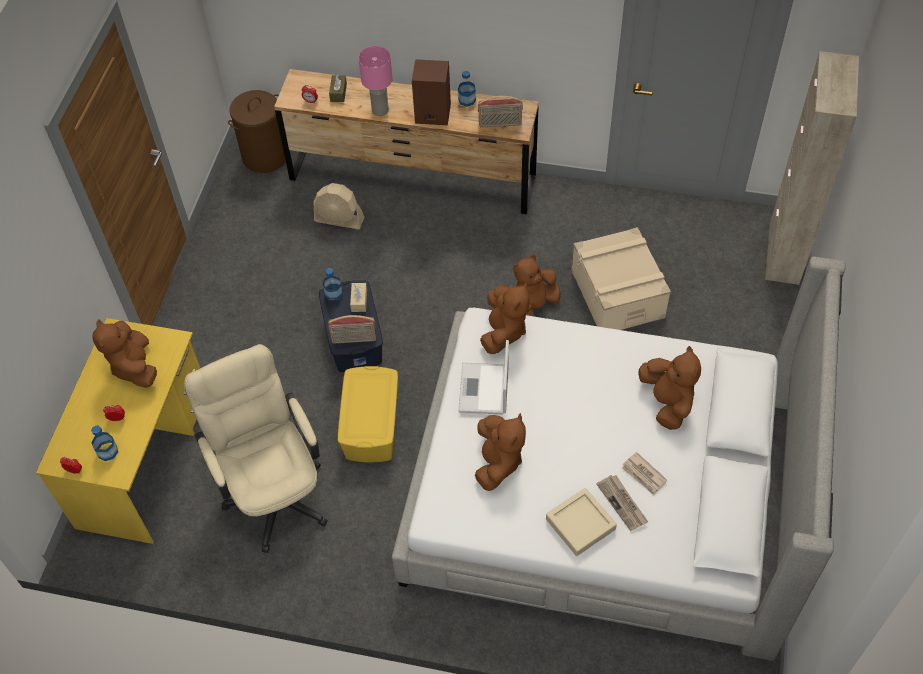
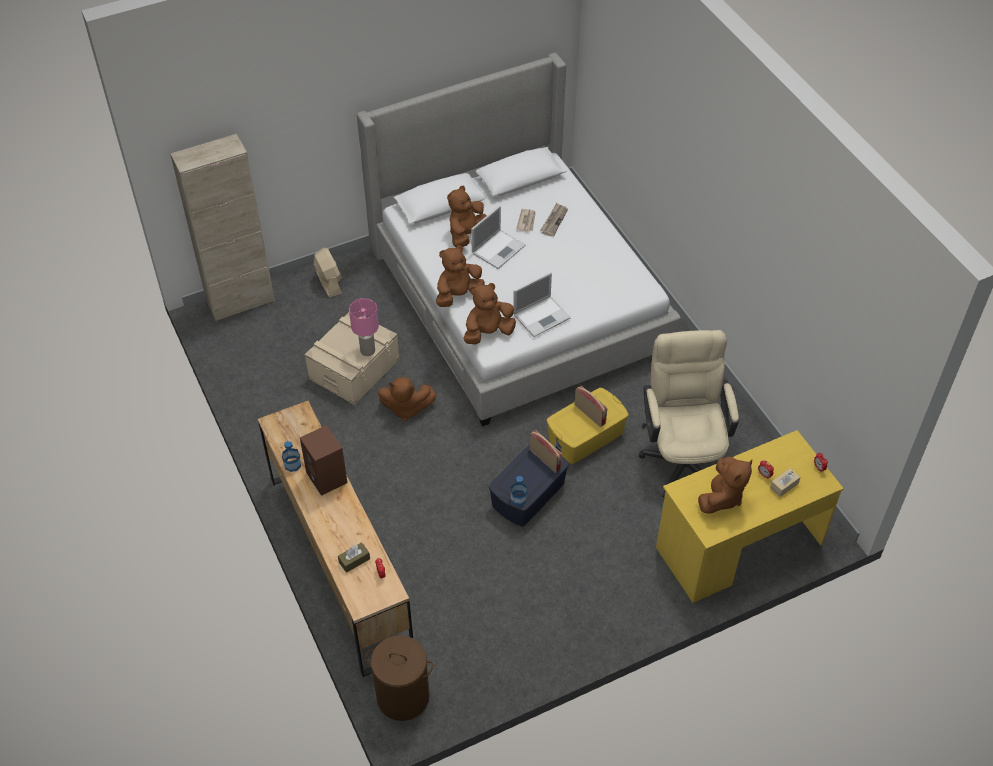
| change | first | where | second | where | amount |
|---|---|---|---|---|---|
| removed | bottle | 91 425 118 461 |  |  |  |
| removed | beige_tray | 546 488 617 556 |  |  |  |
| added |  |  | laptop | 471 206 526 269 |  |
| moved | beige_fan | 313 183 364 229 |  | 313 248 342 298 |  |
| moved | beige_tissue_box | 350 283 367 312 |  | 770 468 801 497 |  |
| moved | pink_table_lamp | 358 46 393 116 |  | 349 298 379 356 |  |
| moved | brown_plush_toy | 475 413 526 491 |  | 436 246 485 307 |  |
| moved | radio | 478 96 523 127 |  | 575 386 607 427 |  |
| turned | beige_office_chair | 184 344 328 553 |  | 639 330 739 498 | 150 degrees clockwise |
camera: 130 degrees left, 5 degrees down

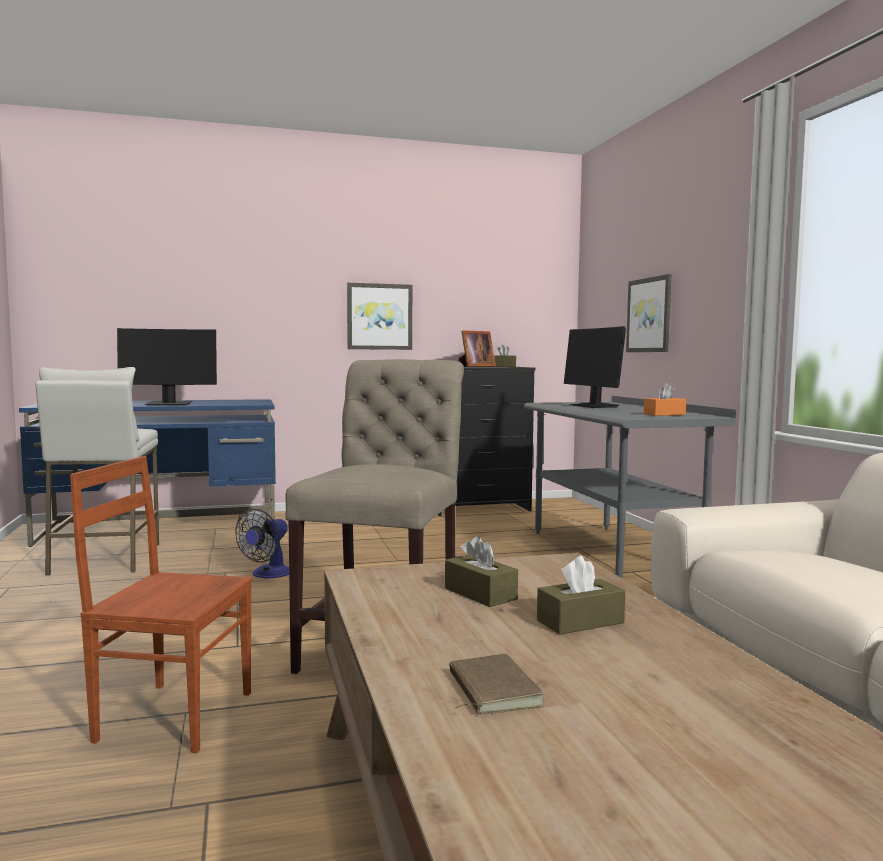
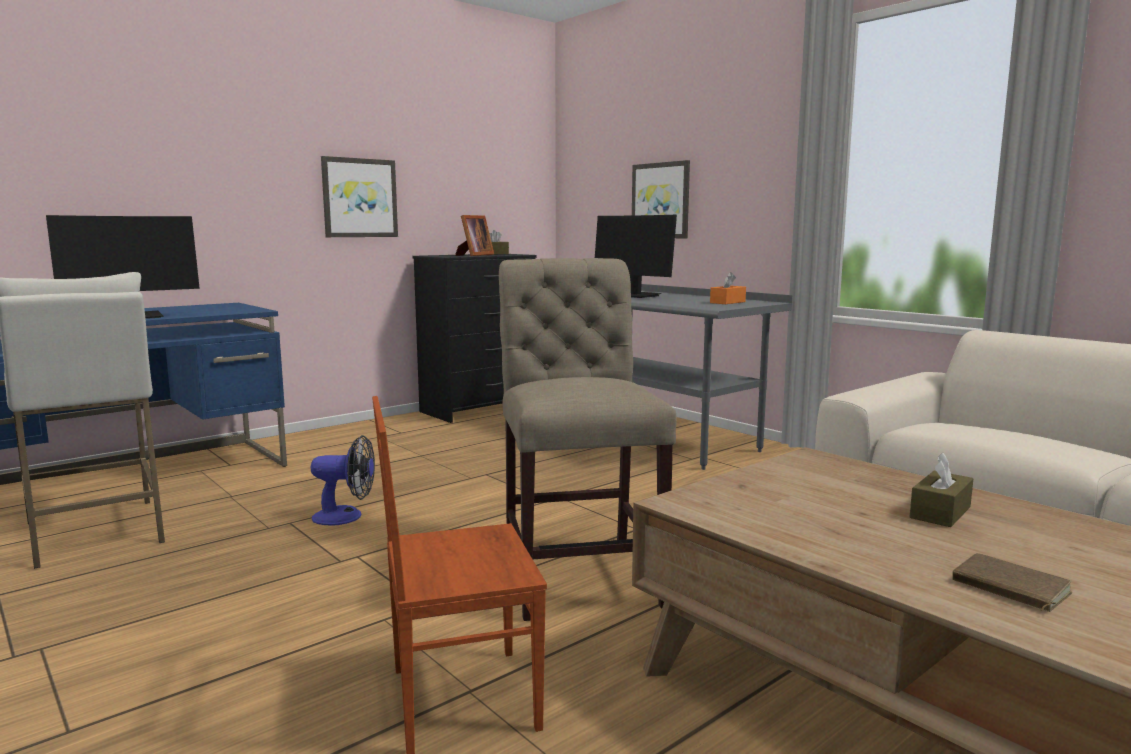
| change | first | where | second | where | amount |
|---|---|---|---|---|---|
| removed | brown_tissue_box | 445 536 518 607 |  |  |  |
| turned | fan | 235 509 289 578 |  | 310 435 375 526 | 90 degrees counterclockwise |
camera: 25 degrees left, 5 degrees up

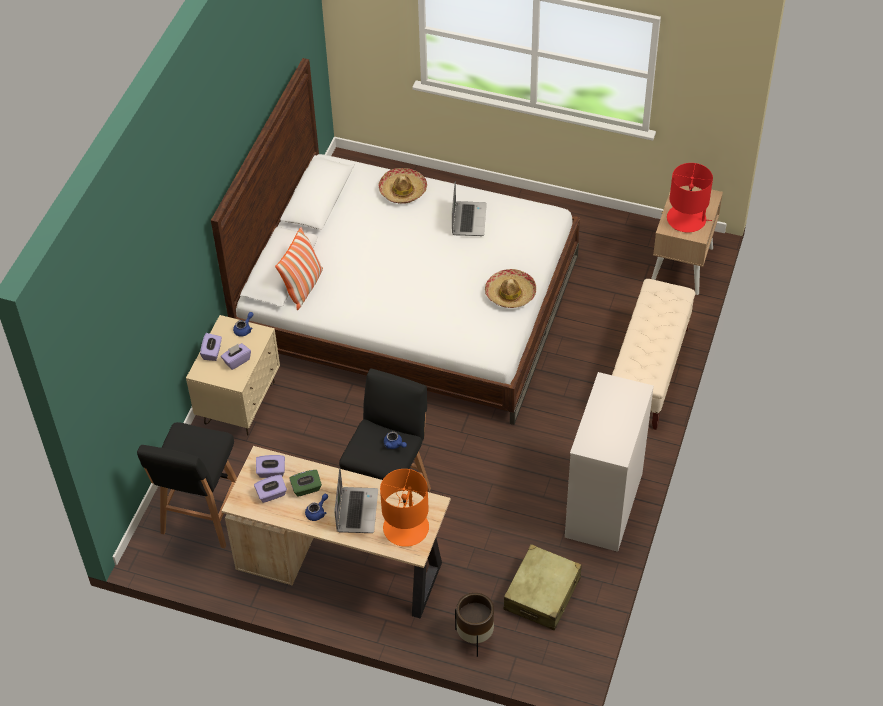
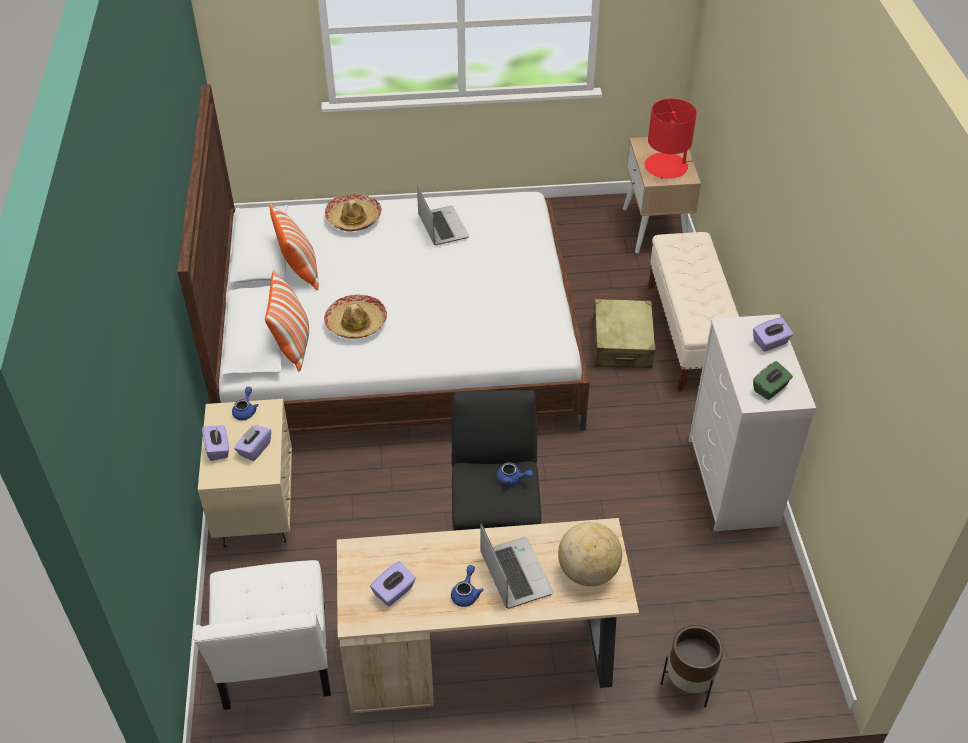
| change | first | where | second | where | amount |
|---|---|---|---|---|---|
| added |  |  | pillow | 269 203 319 290 |  |
| moved | purple_tissue_box | 256 455 285 478 |  | 753 318 793 352 |  |
| moved | green_tissue_box | 289 470 322 497 |  | 753 361 793 400 |  |
| moved | hat | 485 269 536 308 |  | 324 295 387 339 |  |
| moved | beige_suitcase | 504 544 582 630 |  | 593 299 656 369 |  |
| replaced | black_stool | 137 422 237 548 | white_chair | 193 560 331 710 |  |
| replaced | orange_table_lamp | 380 469 429 547 | globe | 558 522 622 586 |  |
camera: 25 degrees left, 5 degrees down

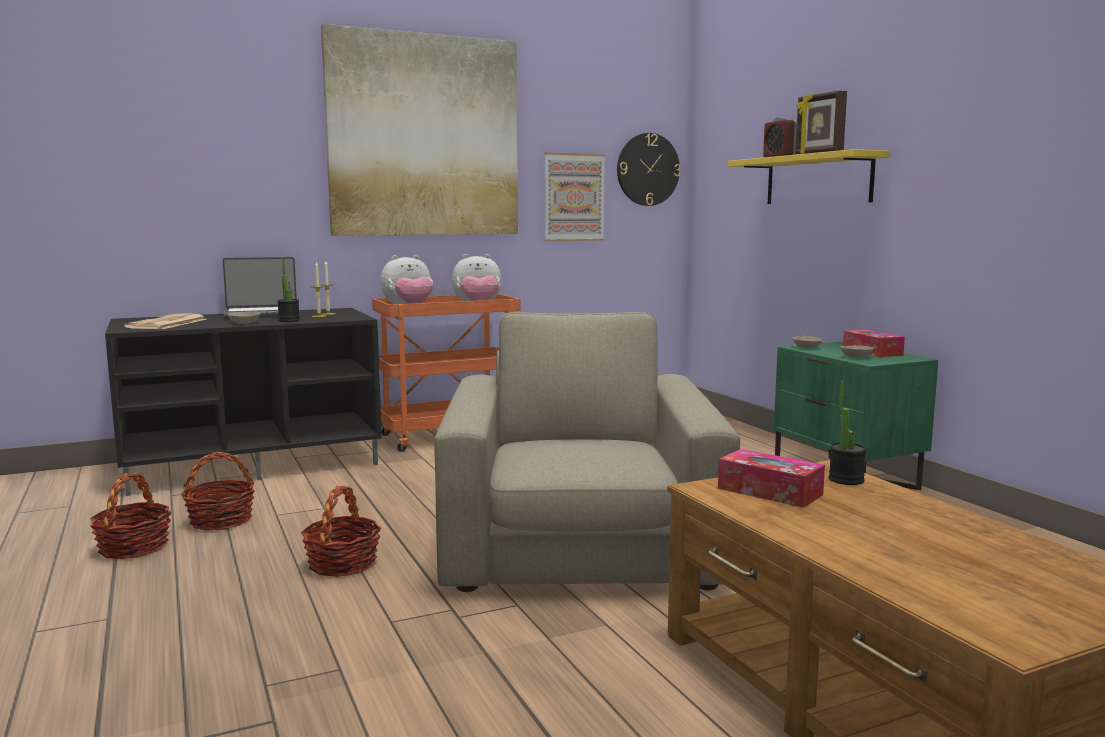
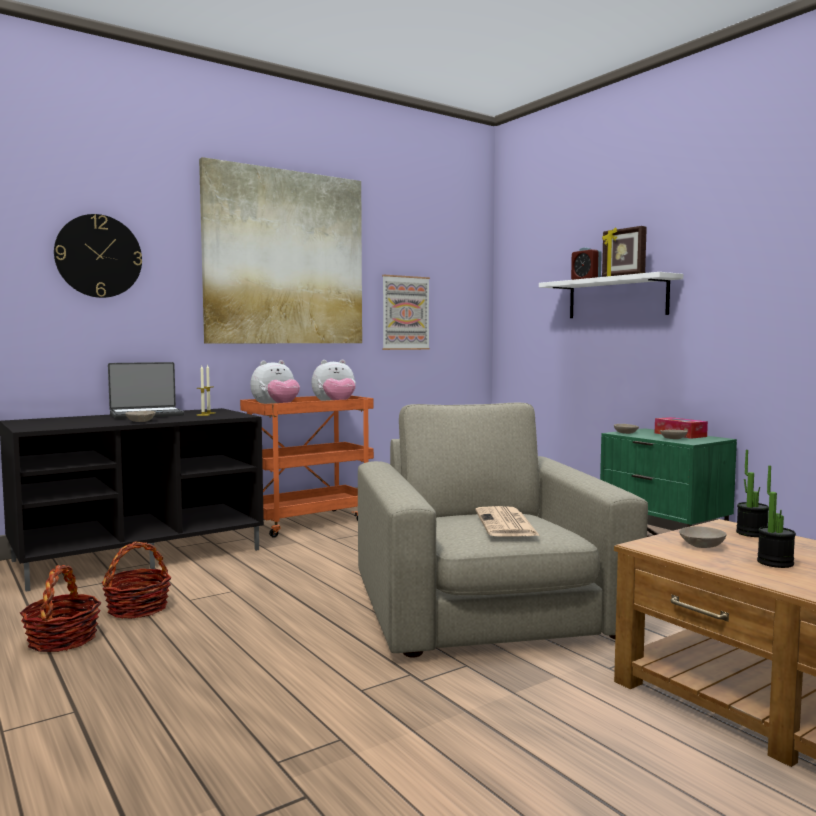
| change | first | where | second | where | amount |
|---|---|---|---|---|---|
| removed | basket | 301 486 381 577 |  |  |  |
| moved | newspaper | 124 313 206 329 |  | 476 506 540 536 |  |
| moved | potted_plant | 277 259 300 322 |  | 757 466 796 568 |  |
| moved | wall_clock | 617 133 681 206 |  | 54 214 142 298 |  |
| replaced | tissue_box | 718 449 825 508 | beige_bowl | 679 526 726 548 |  |
| recoloured | yellow_shelf | 728 149 890 204 | white_shelf | 539 272 683 318 |  |
camera: 10 degrees left, 5 degrees down

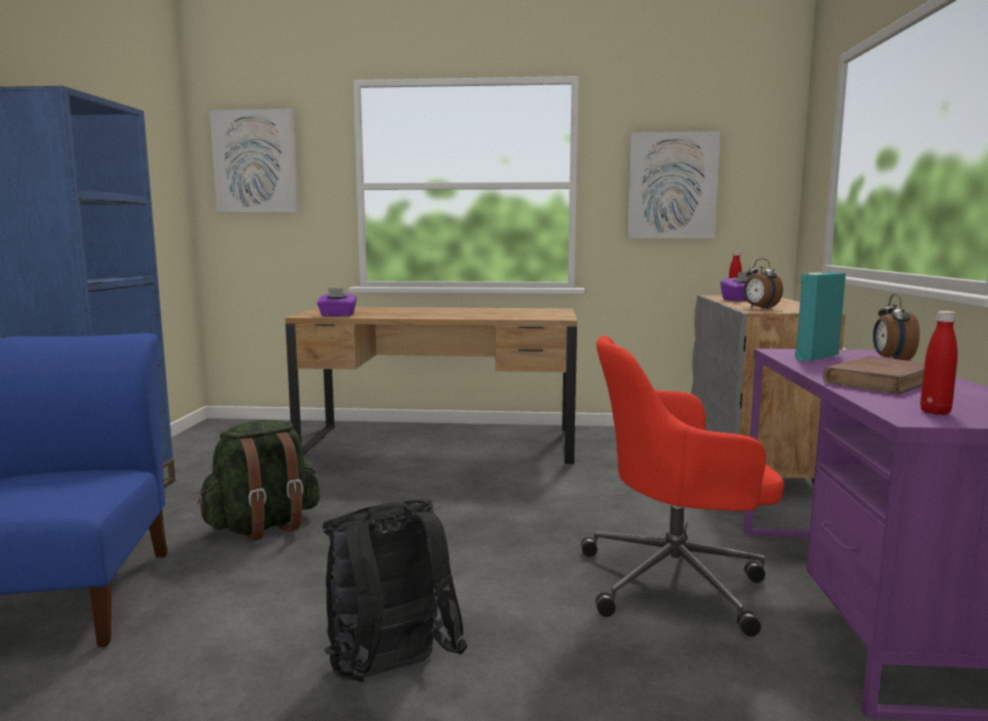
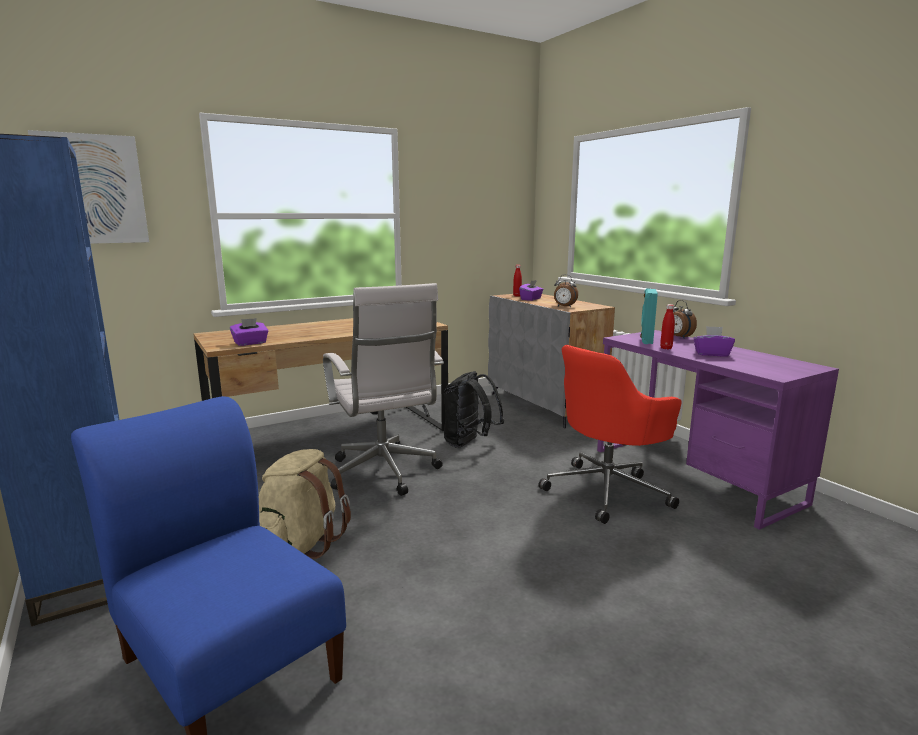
| change | first | where | second | where | amount |
|---|---|---|---|---|---|
| removed | picture | 627 131 720 238 |  |  |  |
| added |  |  | white_office_chair | 323 283 444 496 |  |
| moved | black_backpack | 323 500 467 682 |  | 443 371 504 448 |  |
| moved | red_bottle | 920 311 958 415 |  | 660 304 675 349 |  |
| replaced | brown_book | 823 356 925 394 | purple_tissue_box | 693 326 735 357 |  |
| recoloured | green_backpack | 197 420 320 542 | beige_backpack | 259 449 351 559 |  |
camera: 35 degrees left, 5 degrees up

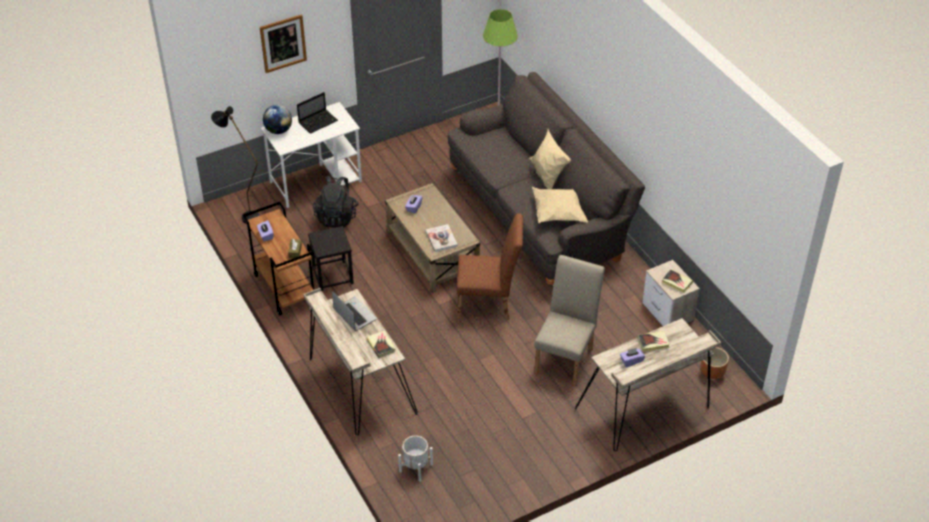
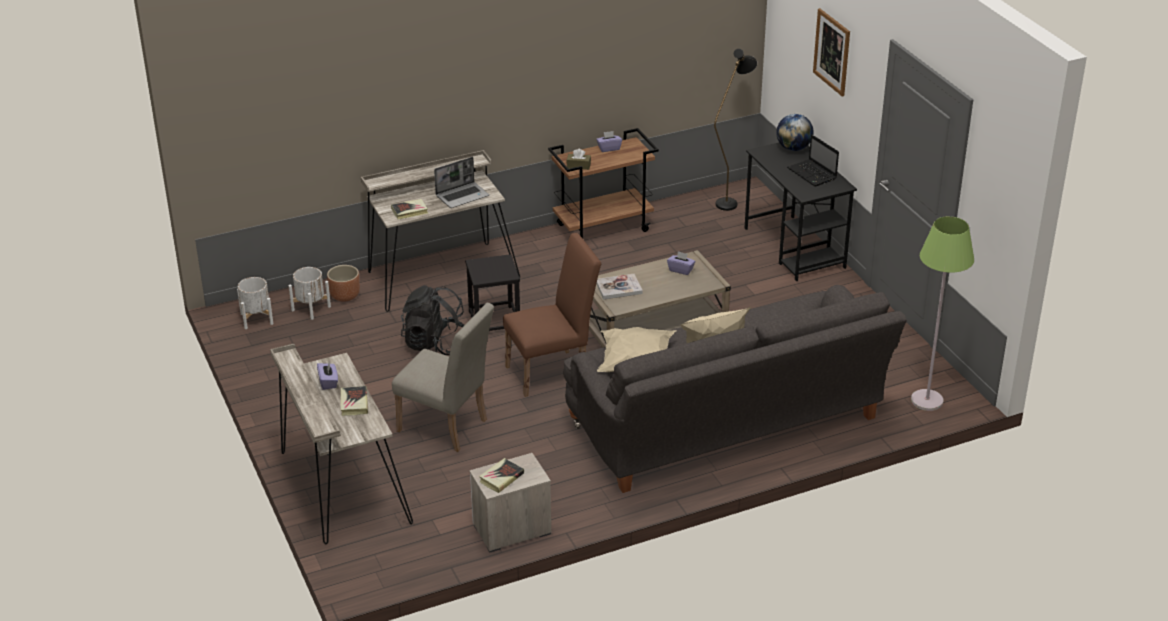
| change | first | where | second | where | amount |
|---|---|---|---|---|---|
| added |  |  | white_planter | 237 277 273 329 |  |
| moved | black_stool | 308 226 354 291 |  | 465 254 520 331 |  |
| moved | black_backpack | 313 176 359 228 |  | 401 285 464 355 |  |
| moved | brown_planter | 700 347 729 379 |  | 327 265 360 302 |  |
| recoloured | white_desk | 261 102 362 208 | black_desk | 745 142 857 281 |  |
| turned | brown_chair | 457 213 523 320 |  | 503 233 601 397 | 120 degrees counterclockwise |
camera: 95 degrees right, 10 degrees down

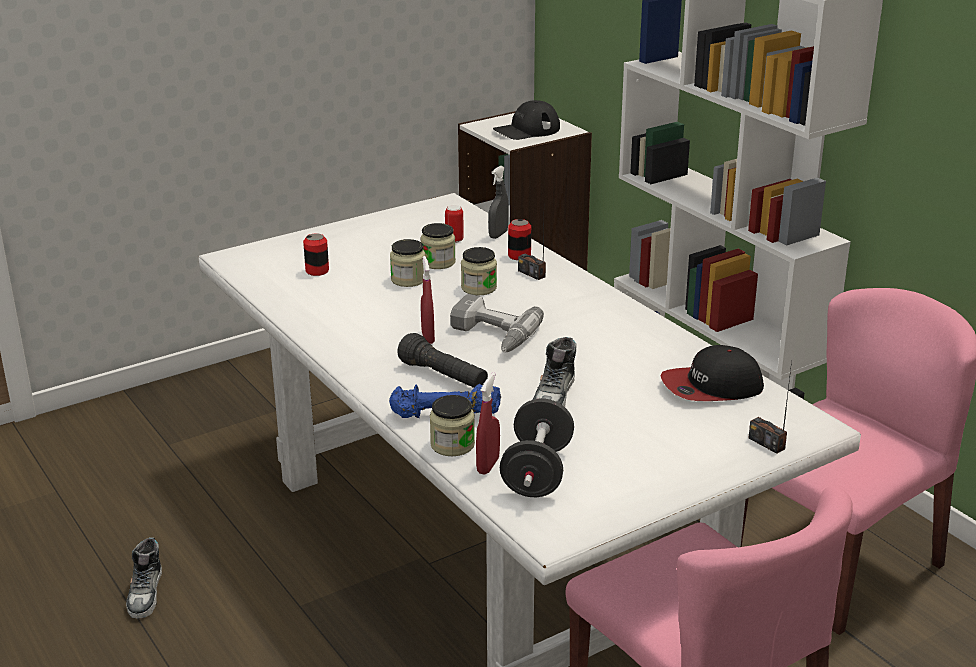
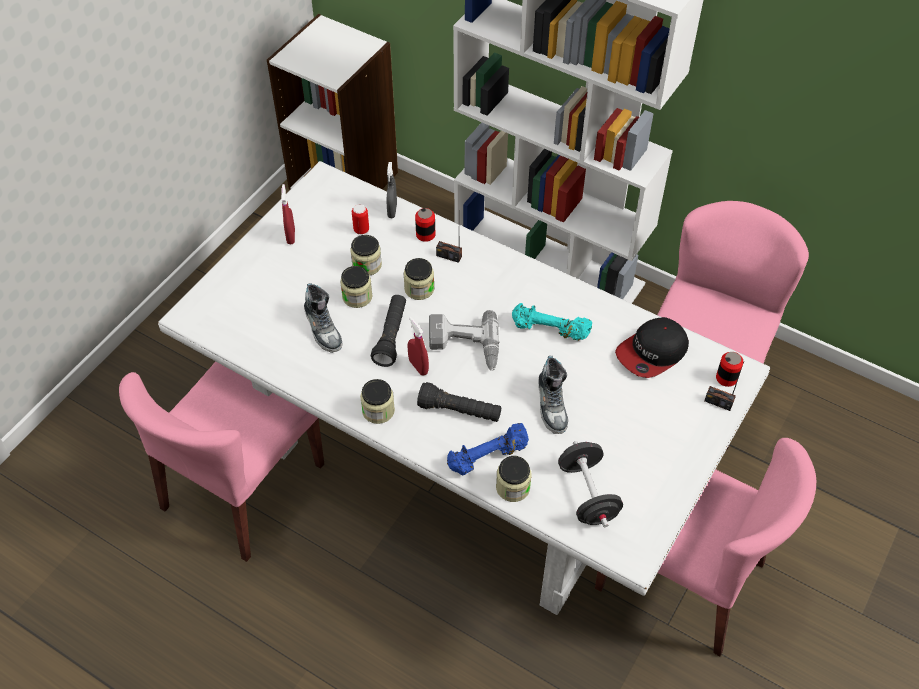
| change | first | where | second | where | amount |
|---|---|---|---|---|---|
| removed | black_cap | 493 100 560 140 |  |  |  |
| added |  |  | pink_chair | 119 361 324 562 |  |
| added |  |  | jar | 360 379 395 424 |  |
| added |  |  | black_flashlight | 371 295 406 367 |  |
| added |  |  | turquoise_dumbbell | 512 303 592 341 |  |
| moved | shoe | 126 537 162 619 |  | 304 283 343 353 |  |
| moved | can | 303 233 329 276 |  | 716 352 744 387 |  |
| moved | red_spray_bottle | 476 372 500 475 |  | 281 184 295 244 |  |
camera: 25 degrees left, 25 degrees up

